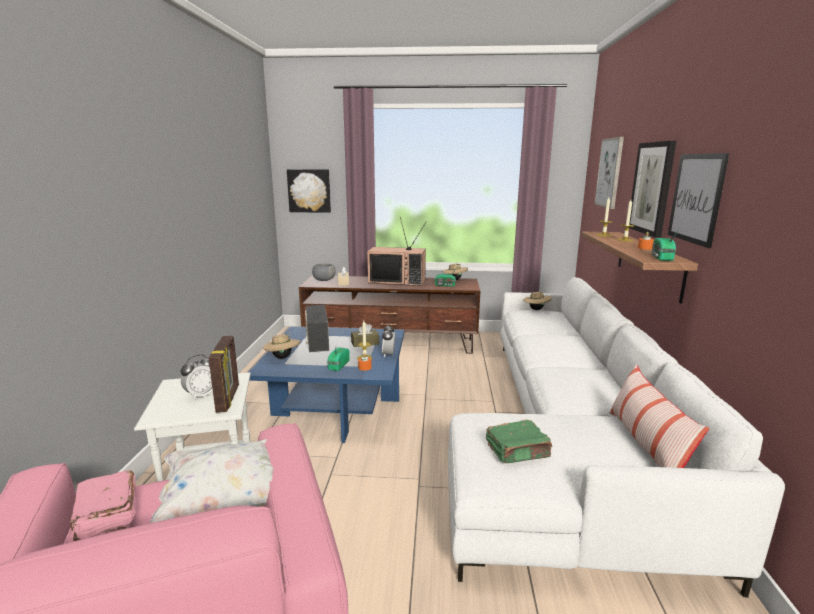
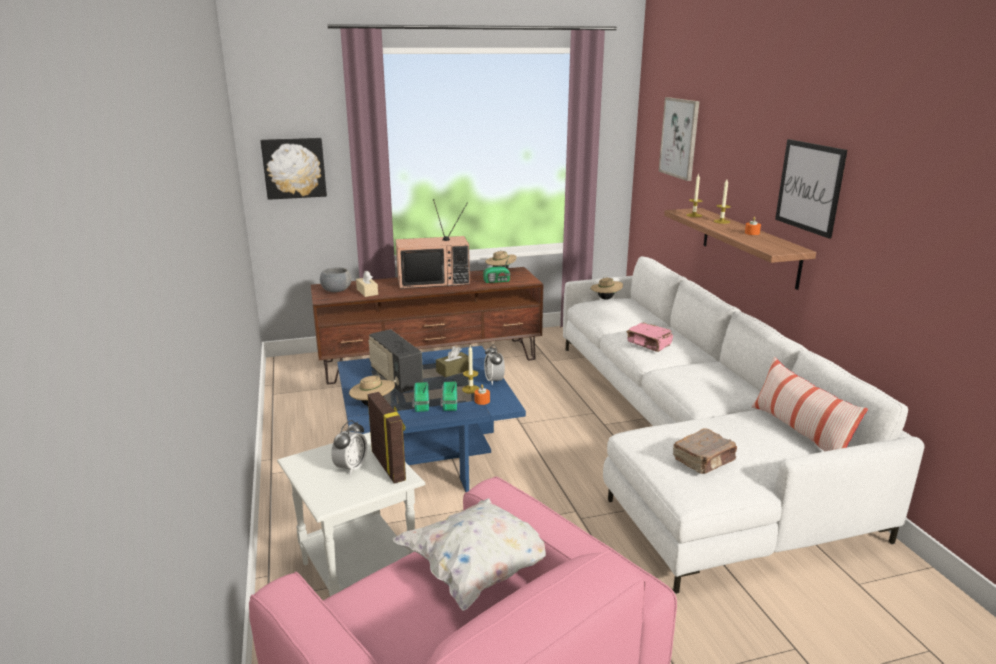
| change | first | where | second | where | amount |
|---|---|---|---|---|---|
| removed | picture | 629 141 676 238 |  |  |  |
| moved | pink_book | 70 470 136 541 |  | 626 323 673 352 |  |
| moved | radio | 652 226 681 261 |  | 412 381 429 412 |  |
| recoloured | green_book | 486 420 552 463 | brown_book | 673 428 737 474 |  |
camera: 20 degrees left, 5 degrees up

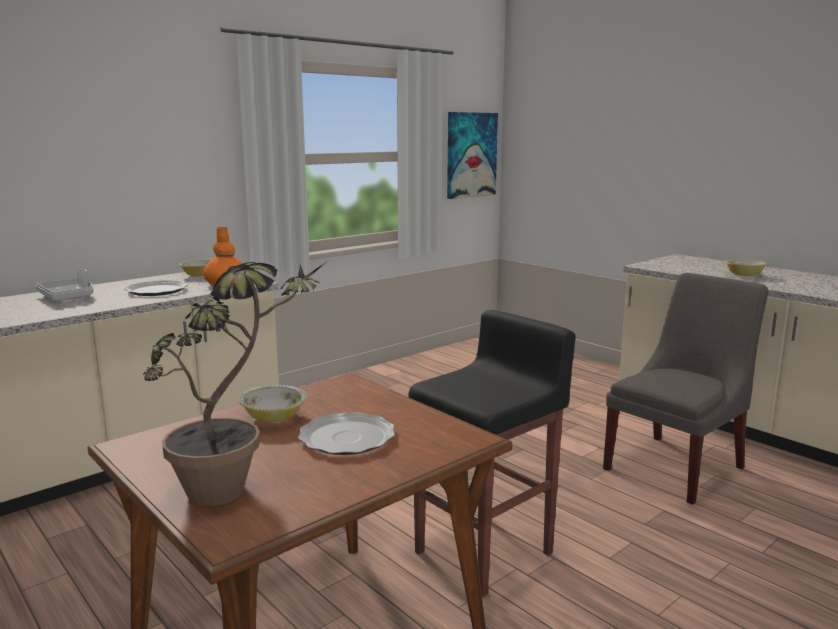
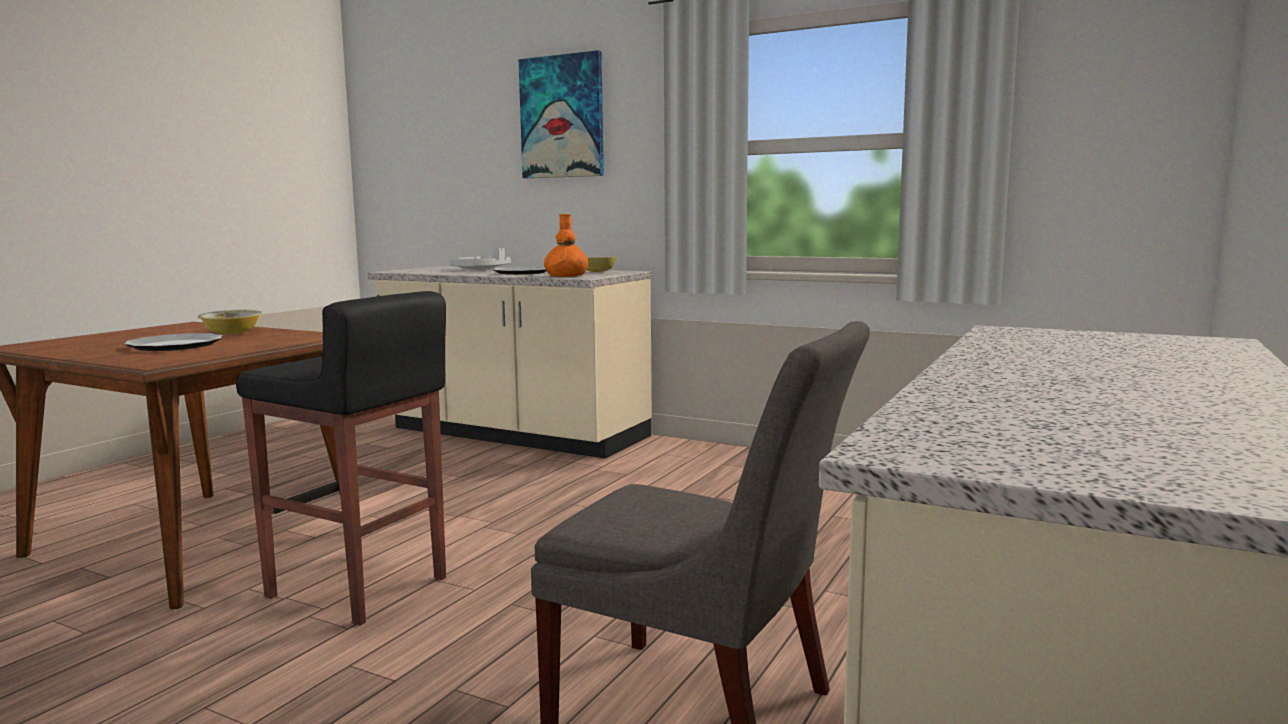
| change | first | where | second | where | amount |
|---|---|---|---|---|---|
| removed | potted_plant | 143 260 329 506 |  |  |  |
| removed | bowl | 725 259 768 276 |  |  |  |
| moved | picture | 447 112 498 199 |  | 518 50 604 178 |  |
camera: 70 degrees right, 5 degrees down

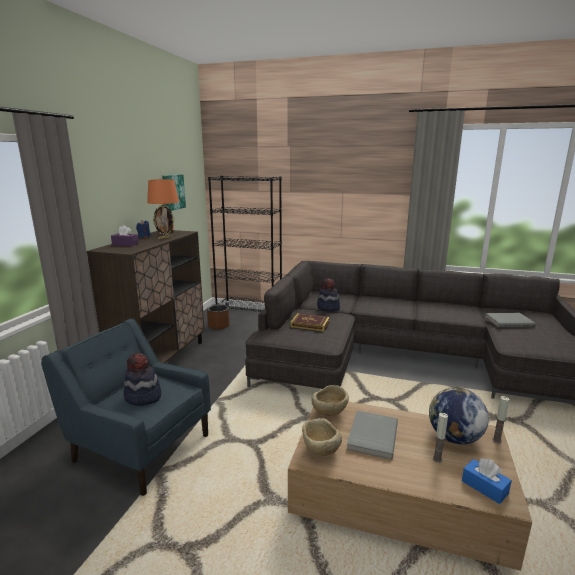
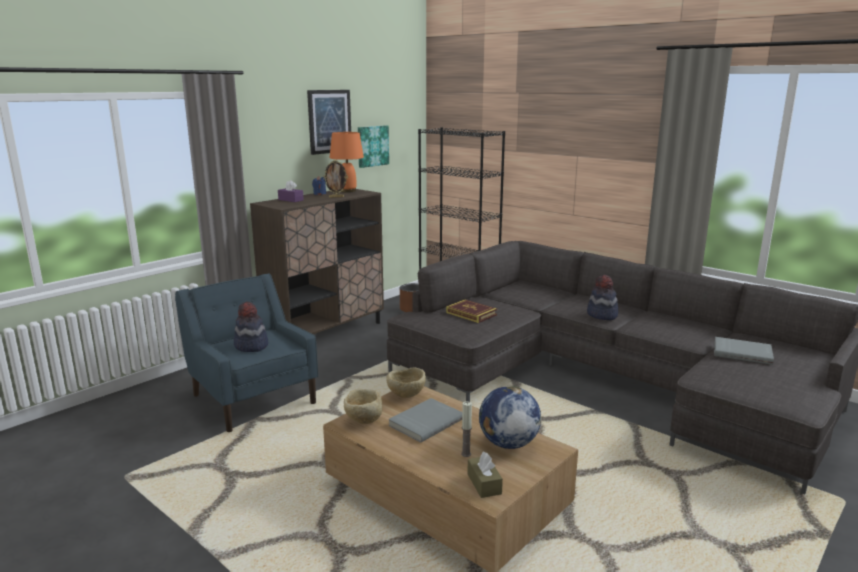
| change | first | where | second | where | amount |
|---|---|---|---|---|---|
| removed | candle | 492 396 509 444 |  |  |  |
| added |  |  | picture | 307 90 351 155 |  |
| moved | hat | 317 278 340 312 |  | 587 275 618 320 |  |
| recoloured | blue_tissue_box | 462 458 512 504 | brown_tissue_box | 467 452 503 498 |  |
camera: 25 degrees right, 0 degrees up

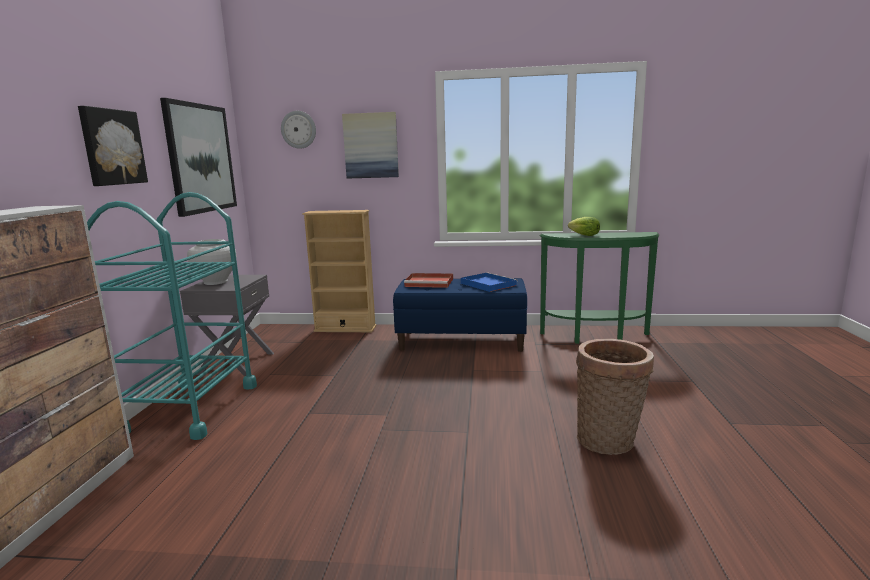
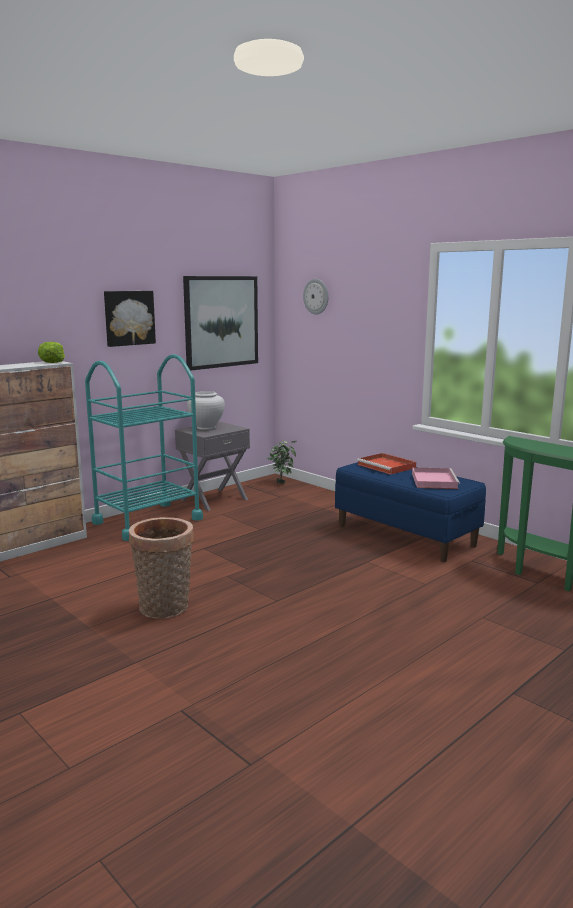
| change | first | where | second | where | amount |
|---|---|---|---|---|---|
| removed | beige_bookcase | 303 210 376 332 |  |  |  |
| removed | picture | 342 112 399 179 |  |  |  |
| added |  |  | potted_plant | 267 441 297 484 |  |
| moved | lettuce | 568 217 600 236 |  | 38 342 65 363 |  |
| moved | basket | 576 339 654 455 |  | 129 517 194 618 |  |
| recoloured | blue_tray | 461 272 518 292 | pink_tray | 412 467 460 489 |  |
camera: 40 degrees right, 0 degrees up

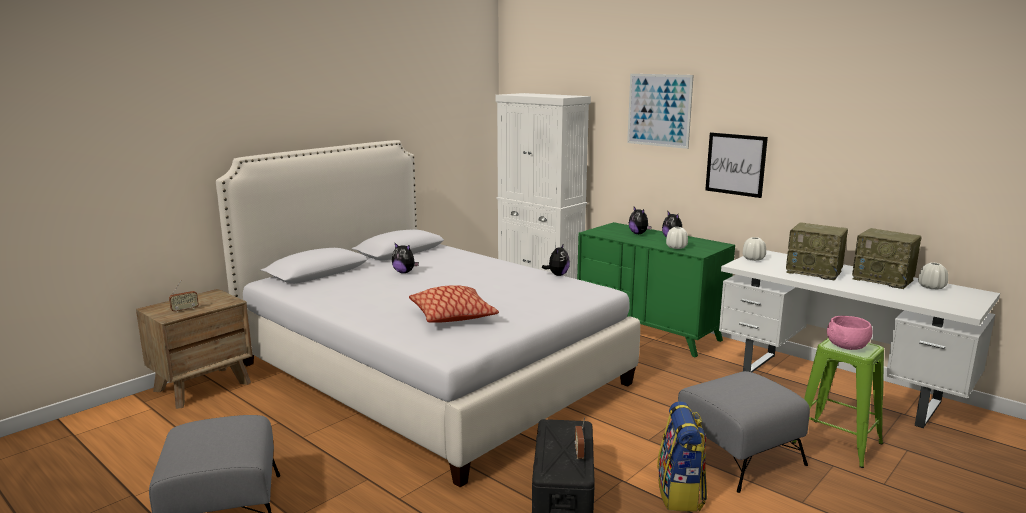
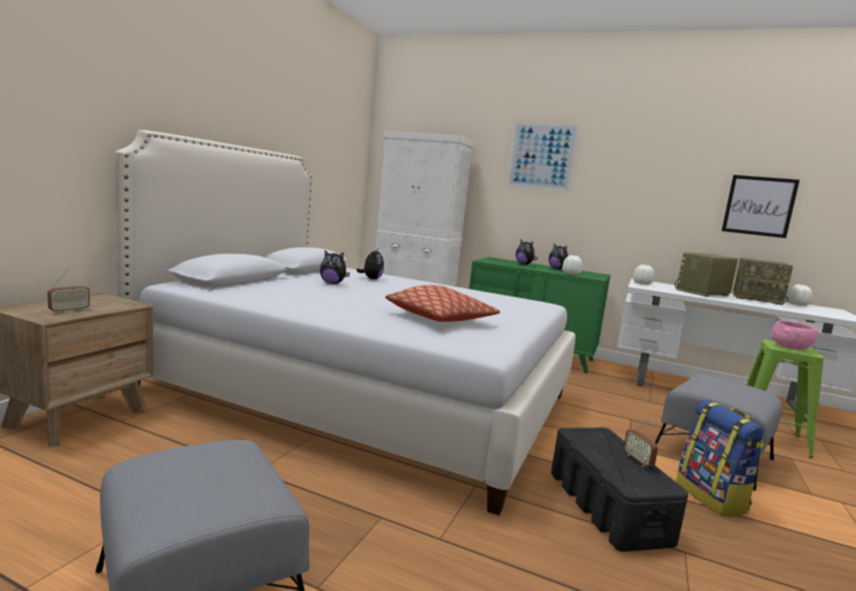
| change | first | where | second | where | amount |
|---|---|---|---|---|---|
| moved | plush_toy | 542 245 570 276 |  | 356 249 384 279 |  |
| moved | picture | 705 132 768 198 |  | 722 175 800 238 |  |
| turned | radio | 786 222 848 281 |  | 675 252 738 297 | 135 degrees clockwise |
camera: 20 degrees left, 5 degrees down

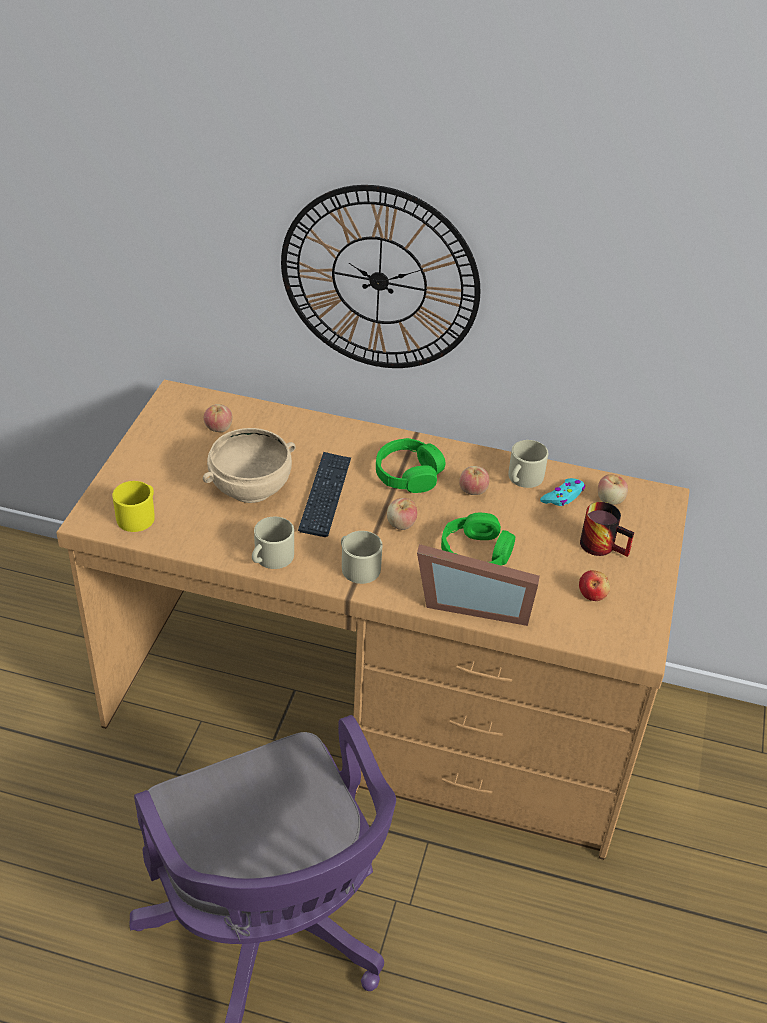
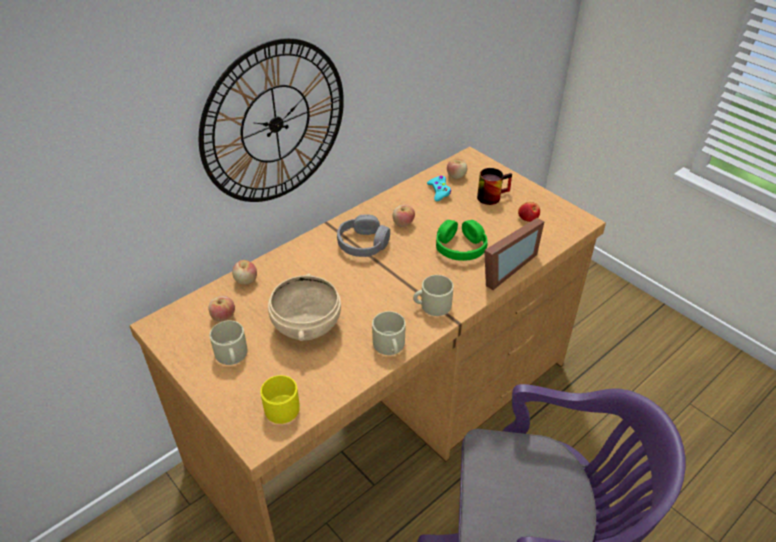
| change | first | where | second | where | amount |
|---|---|---|---|---|---|
| removed | keyboard | 298 452 351 537 |  |  |  |
| moved | apple | 387 498 417 530 |  | 232 260 257 285 |  |
| moved | beige_mug | 509 440 548 488 |  | 210 320 248 365 |  |
| recoloured | green_headphones | 376 438 445 493 | grey_headphones | 337 214 390 257 |  |
camera: 55 degrees left, 0 degrees up

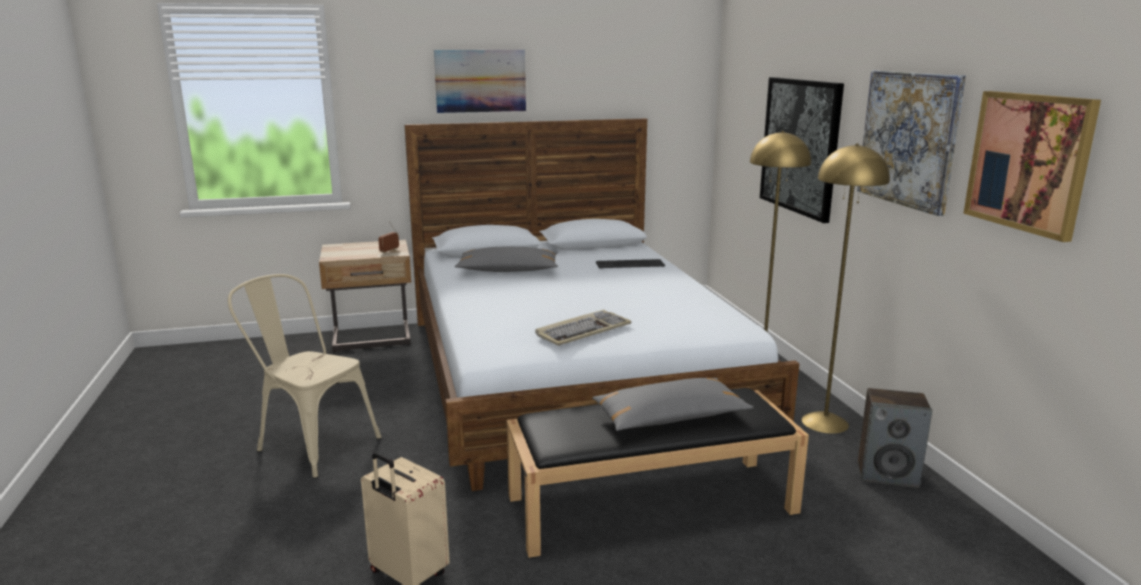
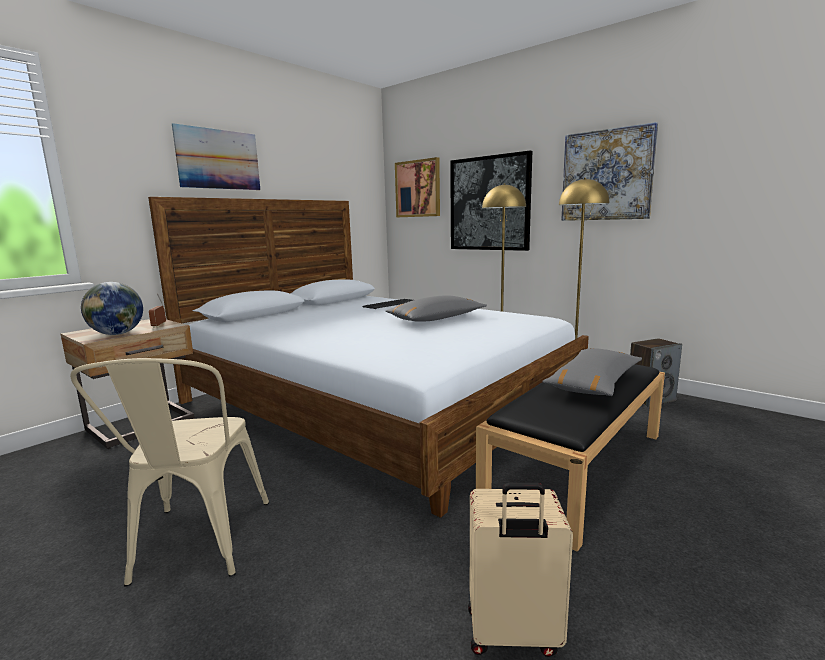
| change | first | where | second | where | amount |
|---|---|---|---|---|---|
| removed | keyboard | 535 310 631 346 |  |  |  |
| added |  |  | globe | 81 282 143 335 |  |
| moved | grey_pillow | 455 247 558 272 |  | 386 295 487 322 |  |
| moved | picture | 963 91 1101 242 |  | 395 157 440 217 |  |
| turned | beige_chair | 228 274 382 479 |  | 70 358 269 587 | 90 degrees counterclockwise |
camera: 35 degrees left, 5 degrees down

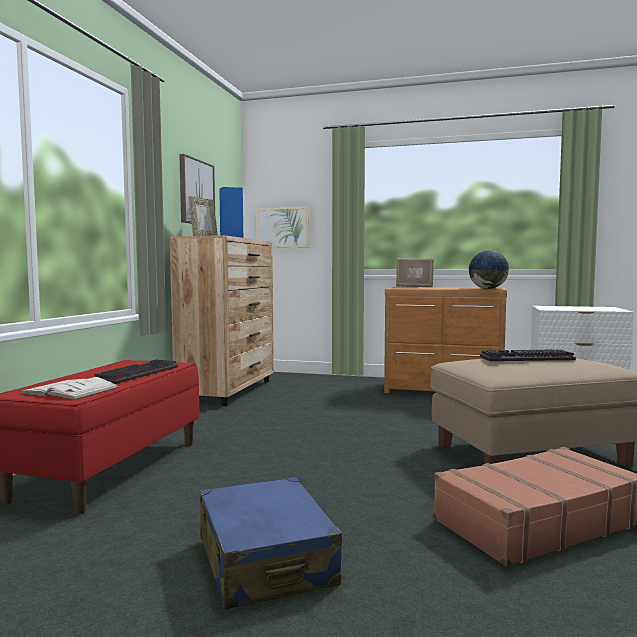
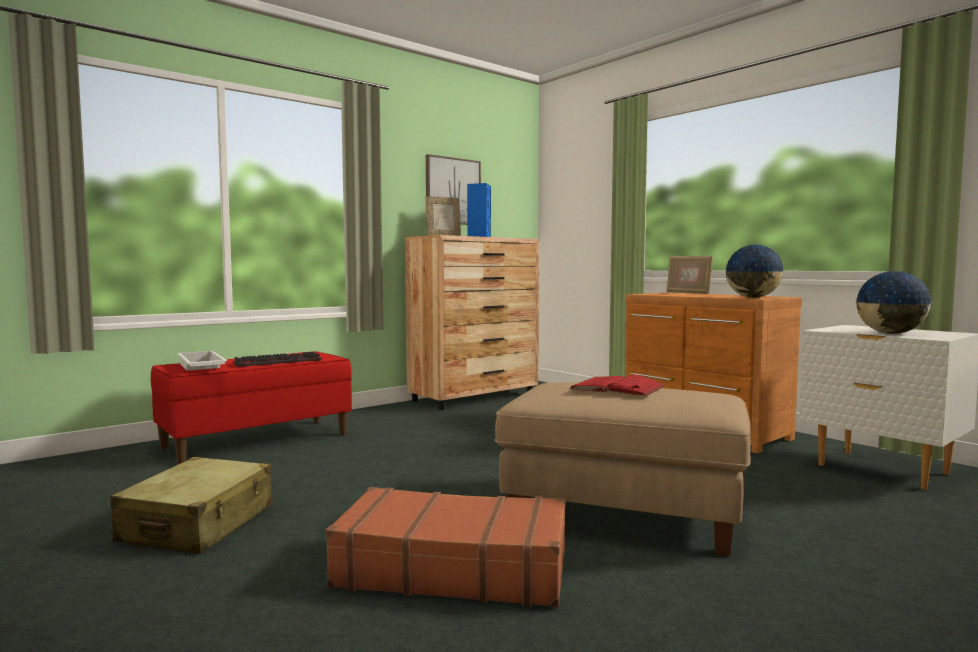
| change | first | where | second | where | amount |
|---|---|---|---|---|---|
| removed | picture | 255 206 310 248 |  |  |  |
| added |  |  | globe | 856 271 932 334 |  |
| replaced | white_book | 19 377 119 400 | white_tray | 177 351 227 371 |  |
| replaced | keyboard | 480 349 576 361 | red_book | 569 374 664 397 |  |
| recoloured | blue_suitcase | 200 477 342 609 | beige_suitcase | 110 457 272 554 |  |
camera: 35 degrees right, 0 degrees up

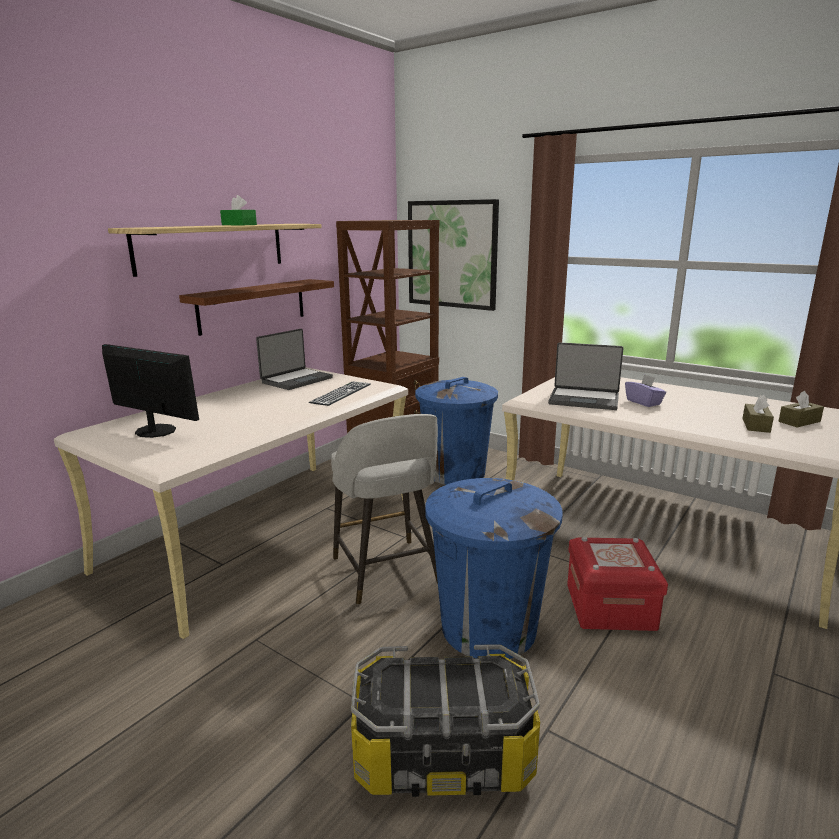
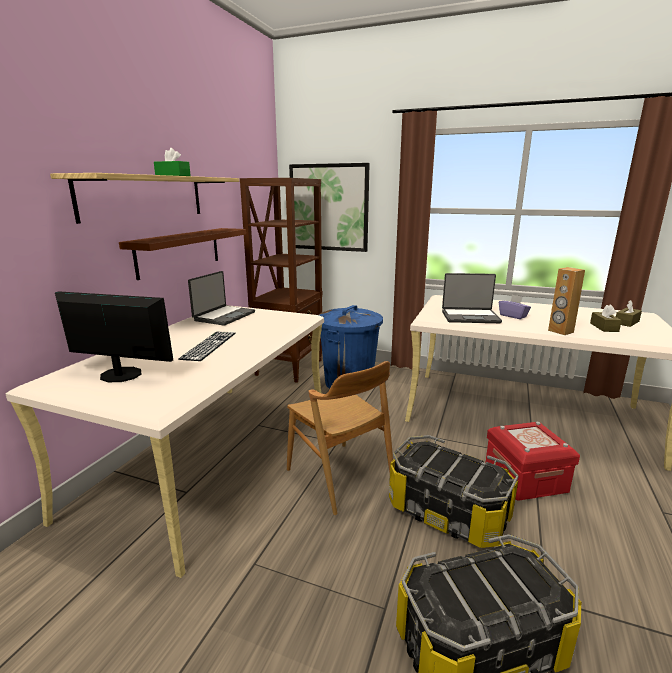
| change | first | where | second | where | amount |
|---|---|---|---|---|---|
| added |  |  | brown_speaker | 548 267 585 335 |  |
| moved | keyboard | 309 381 371 406 |  | 178 332 236 361 |  |
| replaced | grey_stool | 331 414 438 605 | brown_chair | 287 361 393 515 |  |
| replaced | blue_trash_can | 425 478 563 659 | storage_box | 389 435 518 548 |  |
camera: 15 degrees left, 0 degrees up

